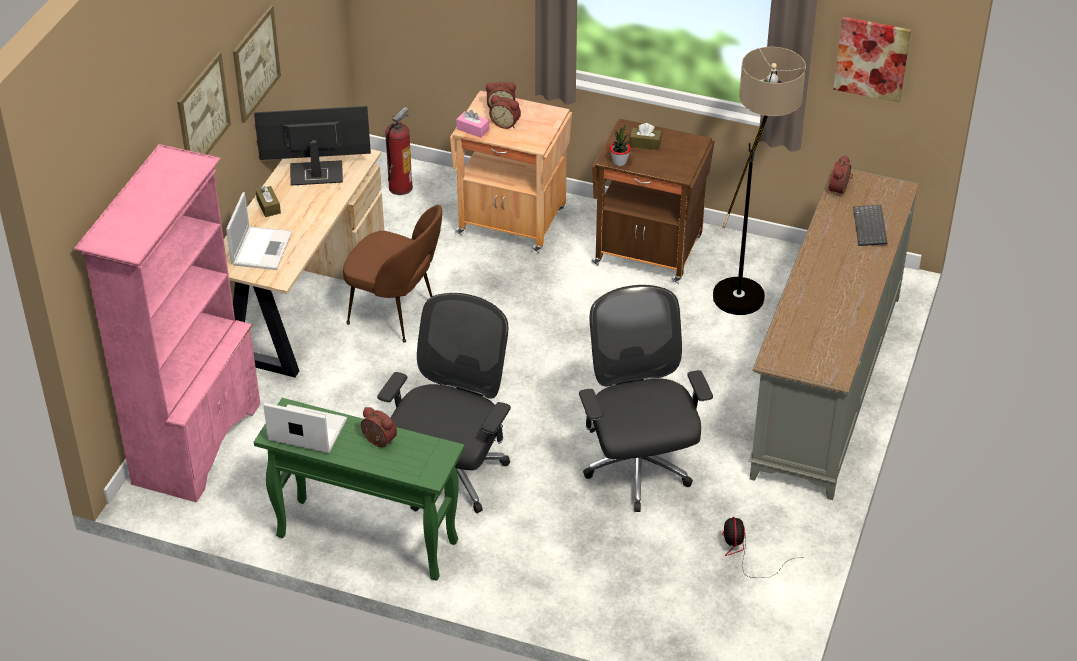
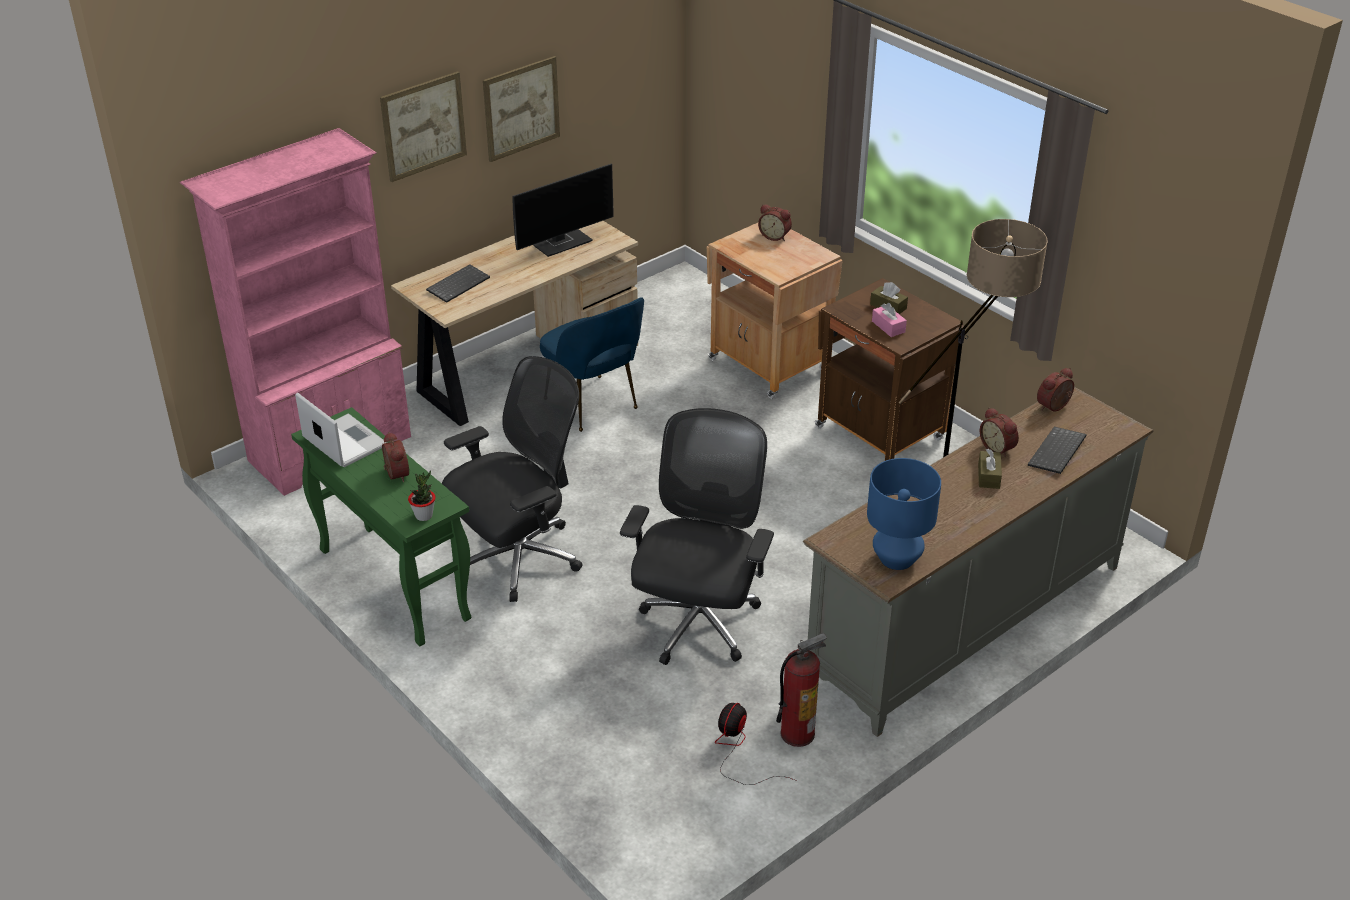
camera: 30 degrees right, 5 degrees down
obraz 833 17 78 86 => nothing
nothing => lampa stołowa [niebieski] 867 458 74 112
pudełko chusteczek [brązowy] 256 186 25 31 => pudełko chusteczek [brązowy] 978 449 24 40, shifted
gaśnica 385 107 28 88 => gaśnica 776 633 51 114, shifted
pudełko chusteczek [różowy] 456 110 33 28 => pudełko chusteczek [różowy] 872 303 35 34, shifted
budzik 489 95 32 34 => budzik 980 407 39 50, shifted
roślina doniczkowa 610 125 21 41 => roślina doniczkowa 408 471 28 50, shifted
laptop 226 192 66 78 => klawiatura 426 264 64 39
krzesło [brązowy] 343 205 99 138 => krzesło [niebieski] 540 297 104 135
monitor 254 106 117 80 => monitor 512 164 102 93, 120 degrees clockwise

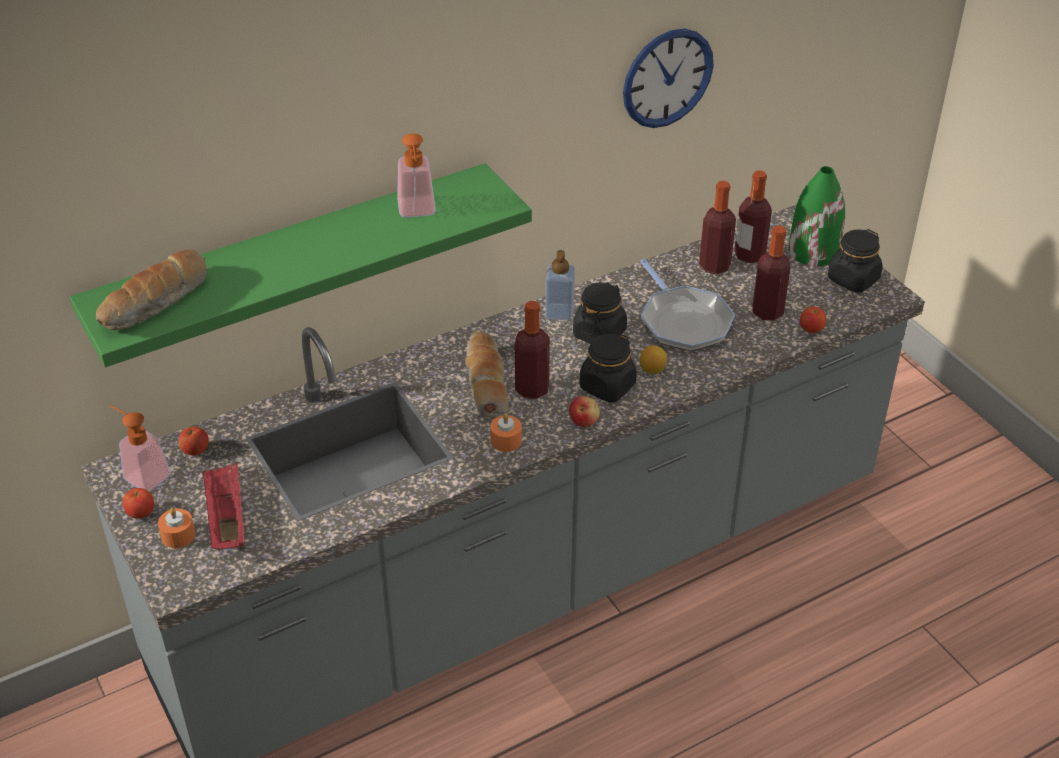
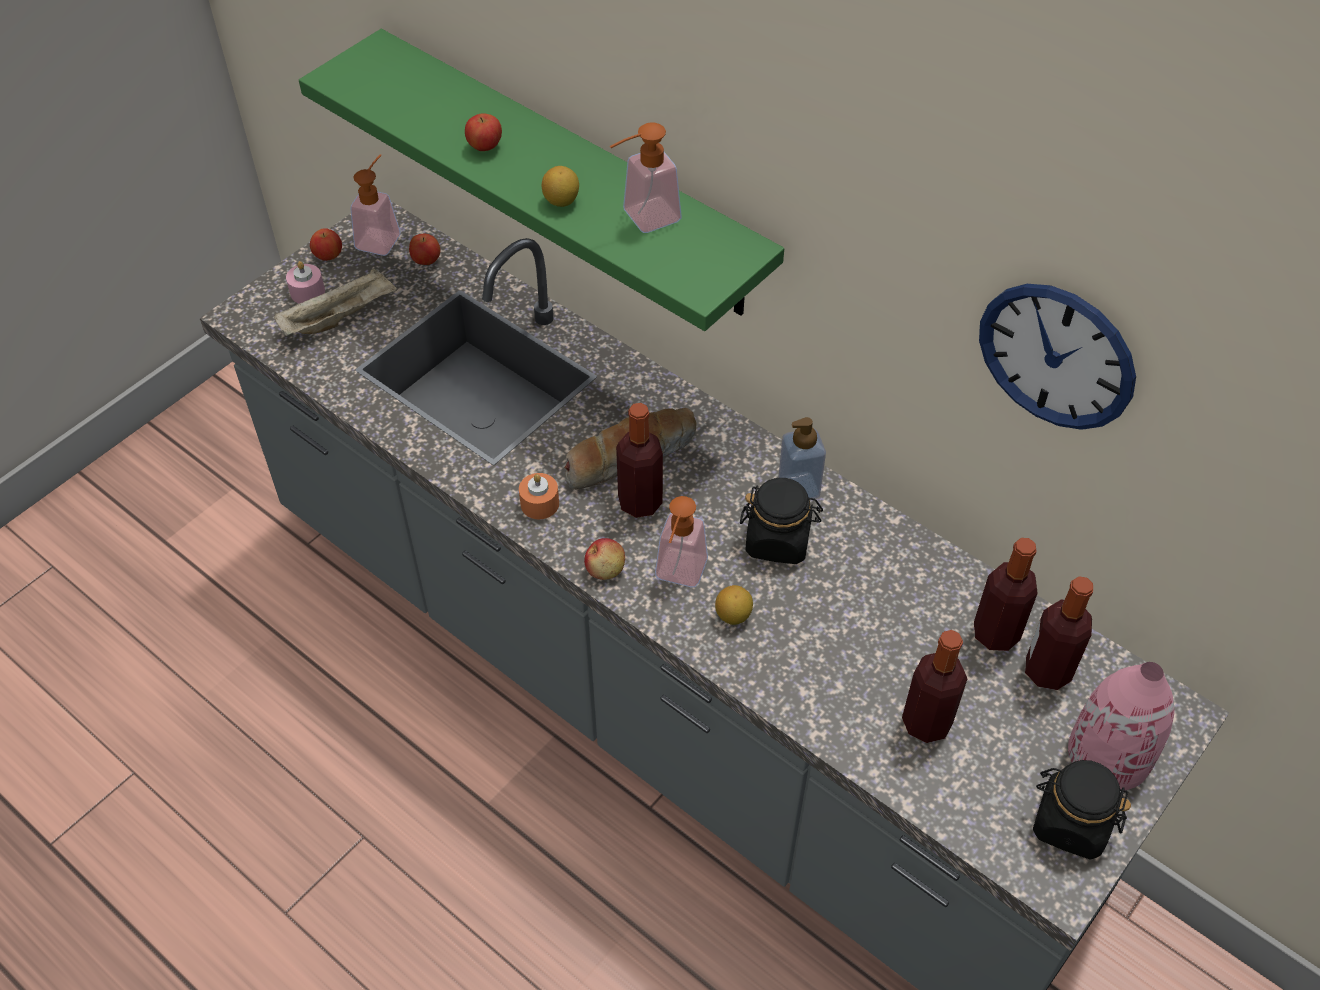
camera: 70 degrees right, 10 degrees up
chleb 96 249 111 81 => nothing
patelnia 640 259 95 92 => nothing
nothing => cytryna 542 166 37 41
jabłko 800 306 27 27 => jabłko 465 113 37 38, shifted
słoik [czarny] 580 332 57 71 => dozownik mydła 655 496 53 91
świeca [pomarańczowy] 158 508 37 40 => świeca [różowy] 286 261 39 43
taca [czerwony] 202 463 42 87 => taca [beżowy] 274 268 123 68
wazon [zielony] 789 166 56 100 => wazon [różowy] 1068 662 107 128

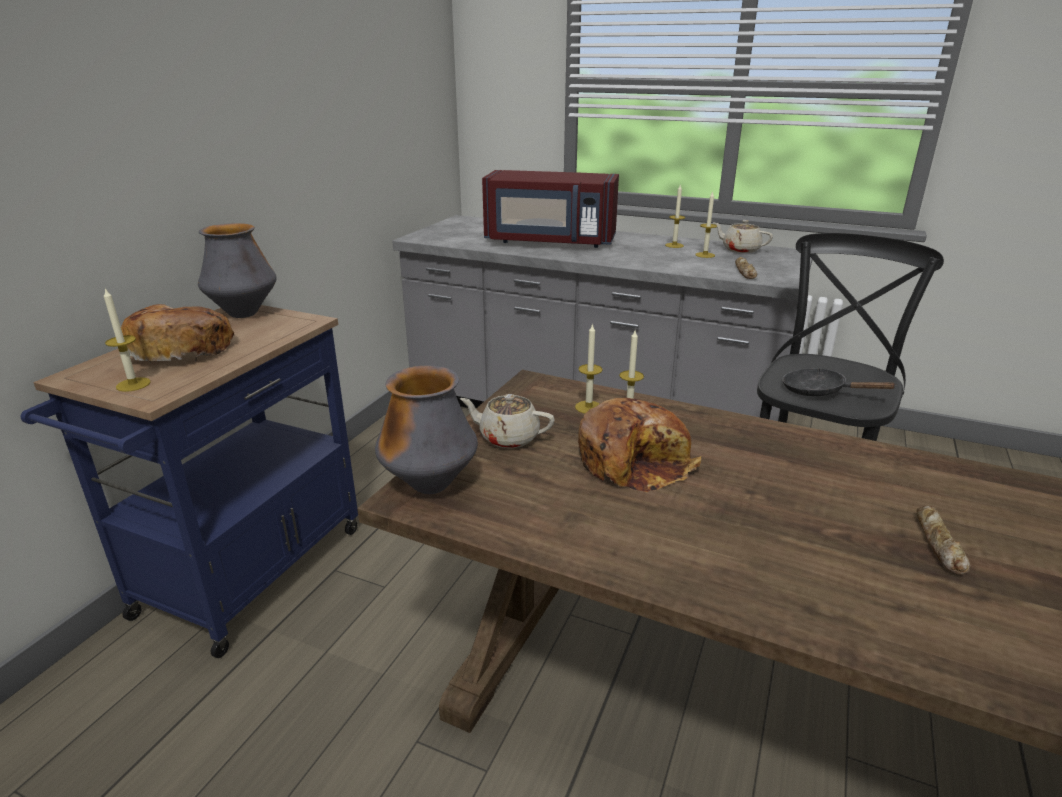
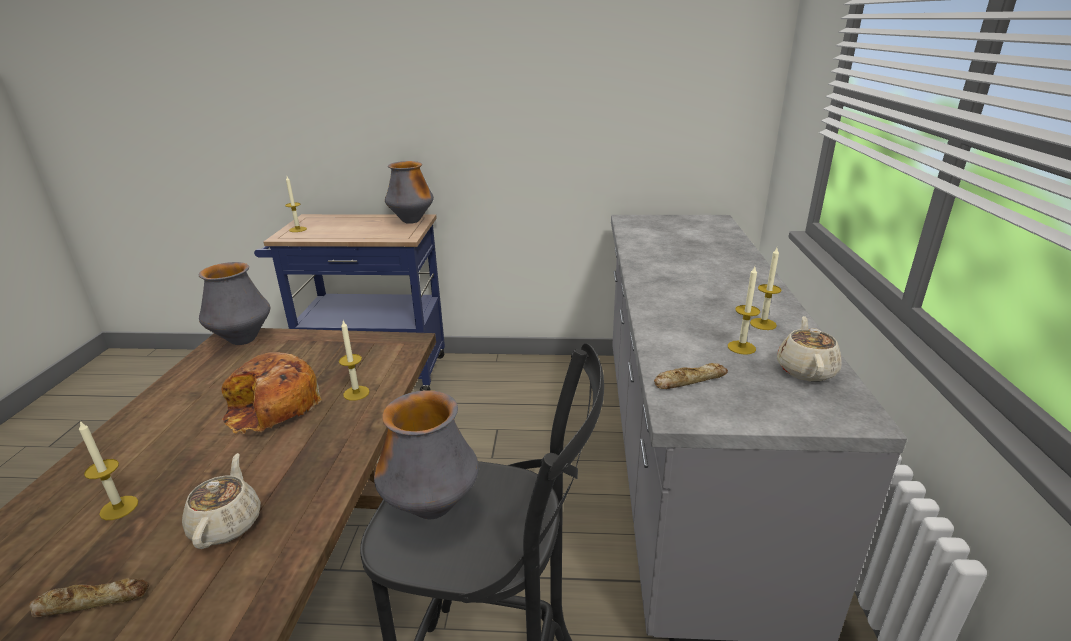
camera: 70 degrees right, 0 degrees up
chleb 121 304 113 60 => nothing
mikrofalówka [czerwony] 482 170 137 78 => nothing
imbryk [beżowy] 460 394 95 54 => imbryk [beżowy] 182 453 79 96, shifted
świeca 575 323 28 91 => świeca 79 421 59 99, shifted
patelnia [czarny] 782 368 115 28 => wazon 374 390 105 129

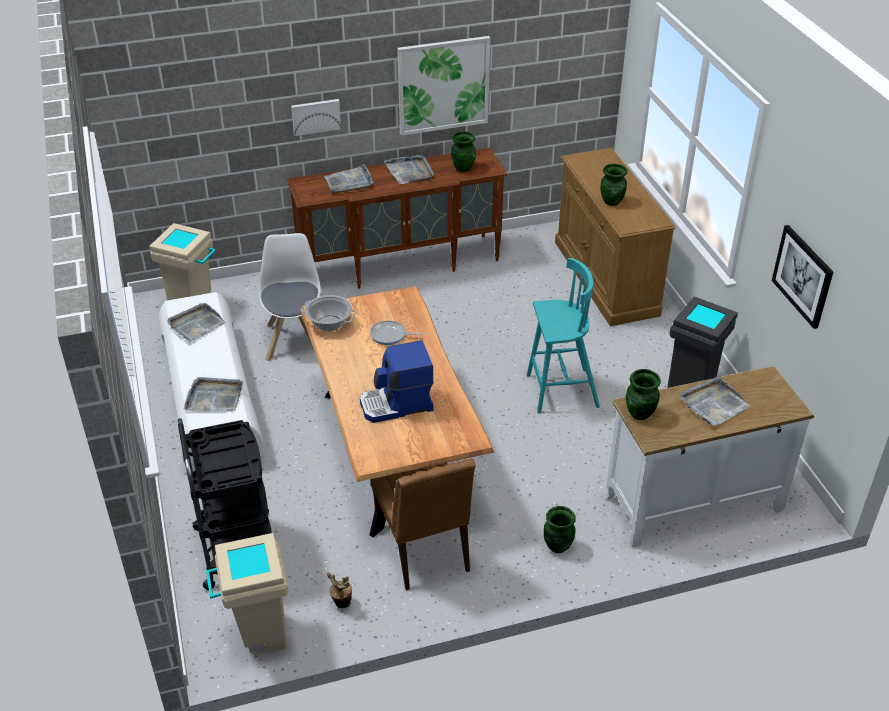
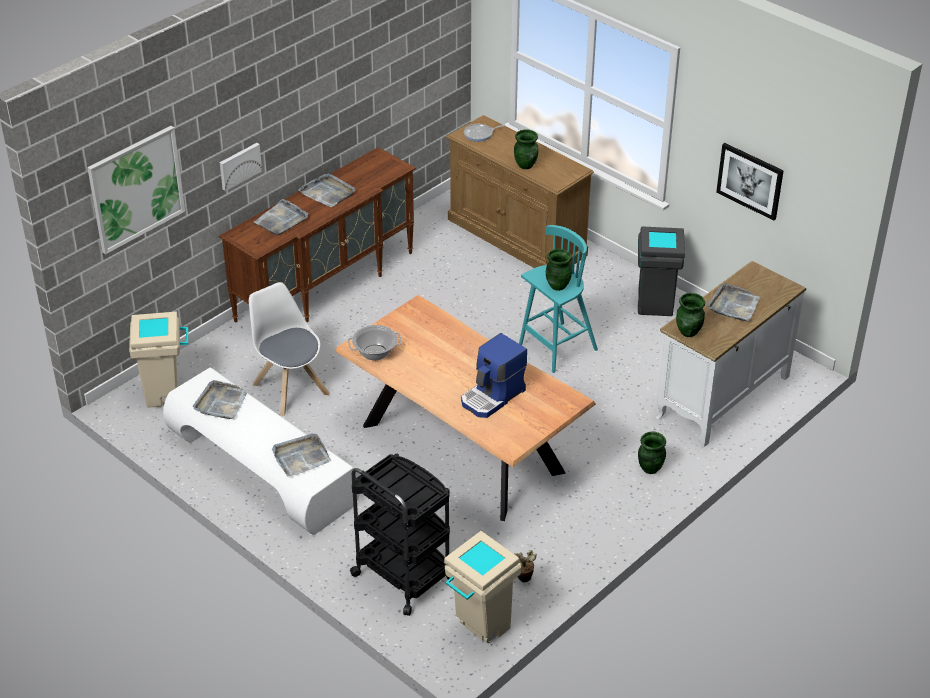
camera: 30 degrees left, 0 degrees up
krzesło [brązowy] 370 458 106 132 => nothing
patelnia 370 320 53 25 => patelnia 464 124 42 18, shifted
obraz 397 36 93 100 => obraz 87 126 98 128, shifted
wazon [zielony] 451 131 25 41 => wazon [zielony] 546 249 26 42, shifted

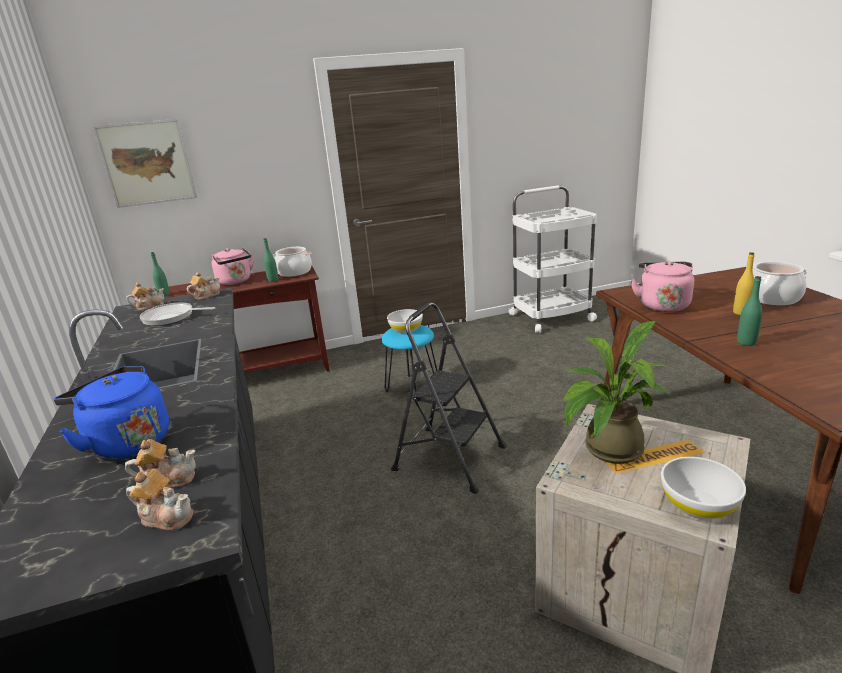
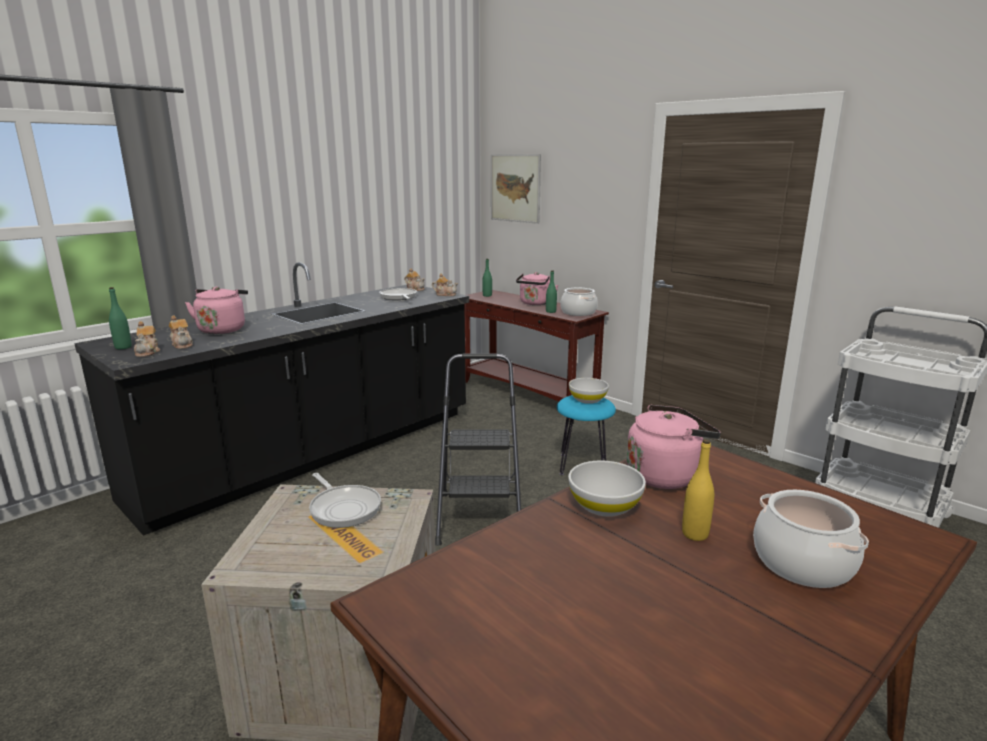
camera: 60 degrees right, 5 degrees down
miska [biały] 661 457 85 63 => miska [biały] 568 461 78 56, shifted
butelka [zielony] 737 276 25 70 => butelka [zielony] 109 287 23 62, shifted
roślina doniczkowa 560 321 111 143 => patelnia 309 473 72 55
czajnik [niebieski] 54 366 115 94 => czajnik [różowy] 185 287 63 47

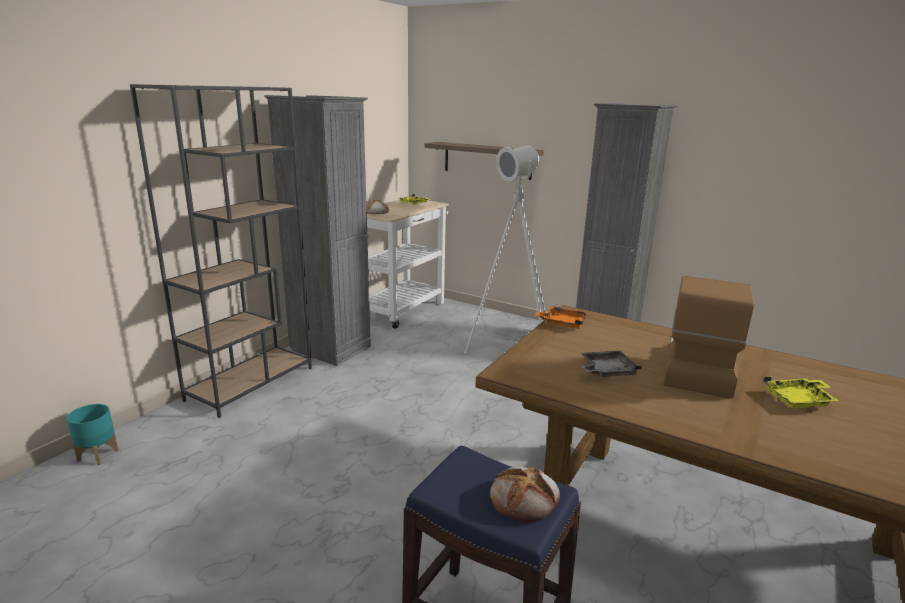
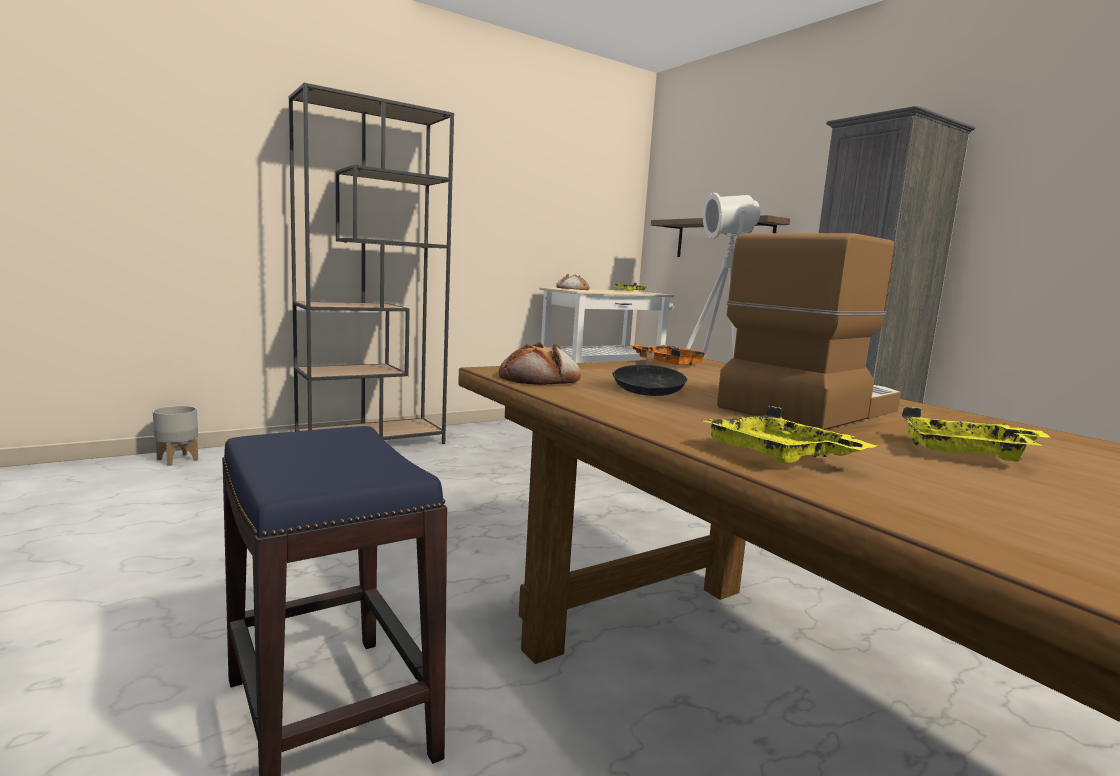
camera: 25 degrees right, 10 degrees down
szafka [szary] 264 95 107 271 => nothing
nothing => taca [żółty] 701 406 176 58
chleb 490 467 70 55 => chleb 499 342 82 43, shifted
taca [szary] 580 351 62 26 => patelnia [czarny] 612 351 76 45
donica [turkusowy] 66 404 53 61 => donica [szary] 153 406 45 60

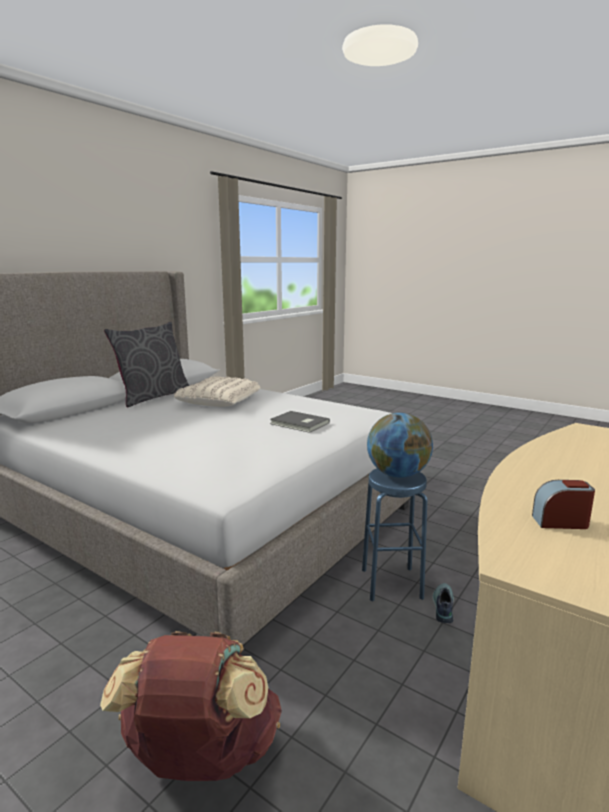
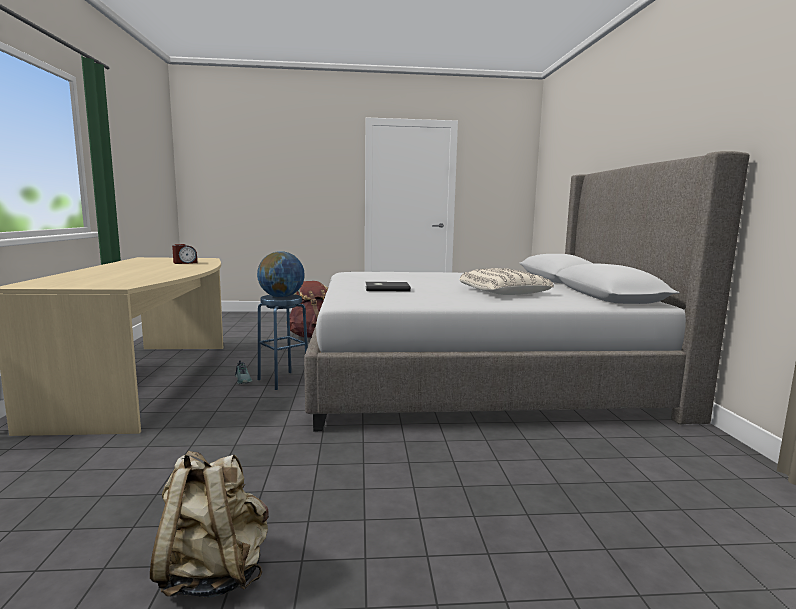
camera: 140 degrees right, 5 degrees down
poduszka [szary] 104 322 85 85 => nothing
nothing => plecak [beżowy] 150 451 119 146

